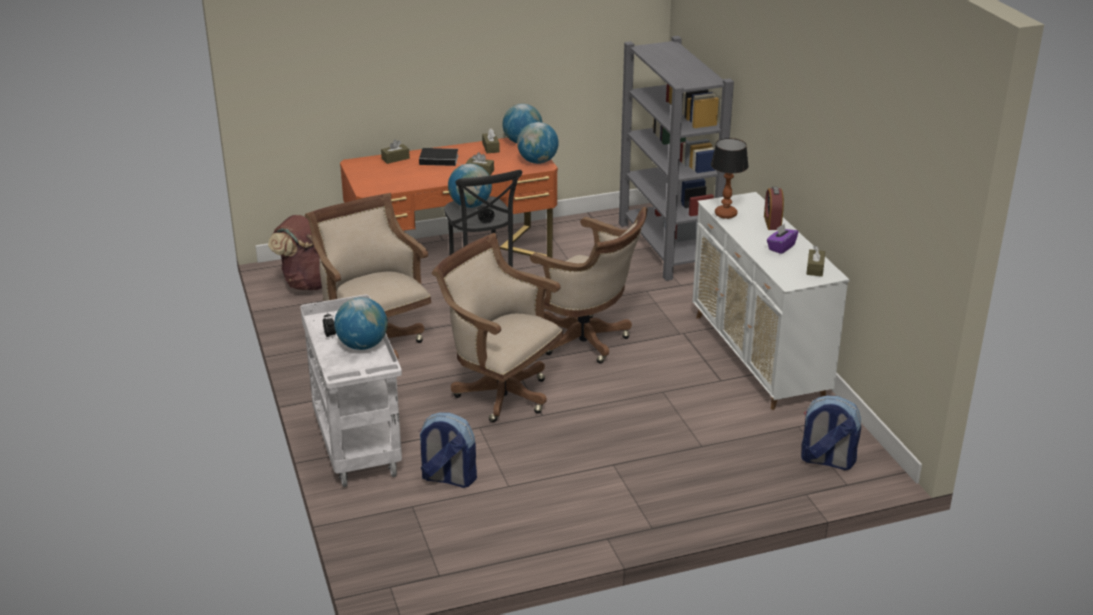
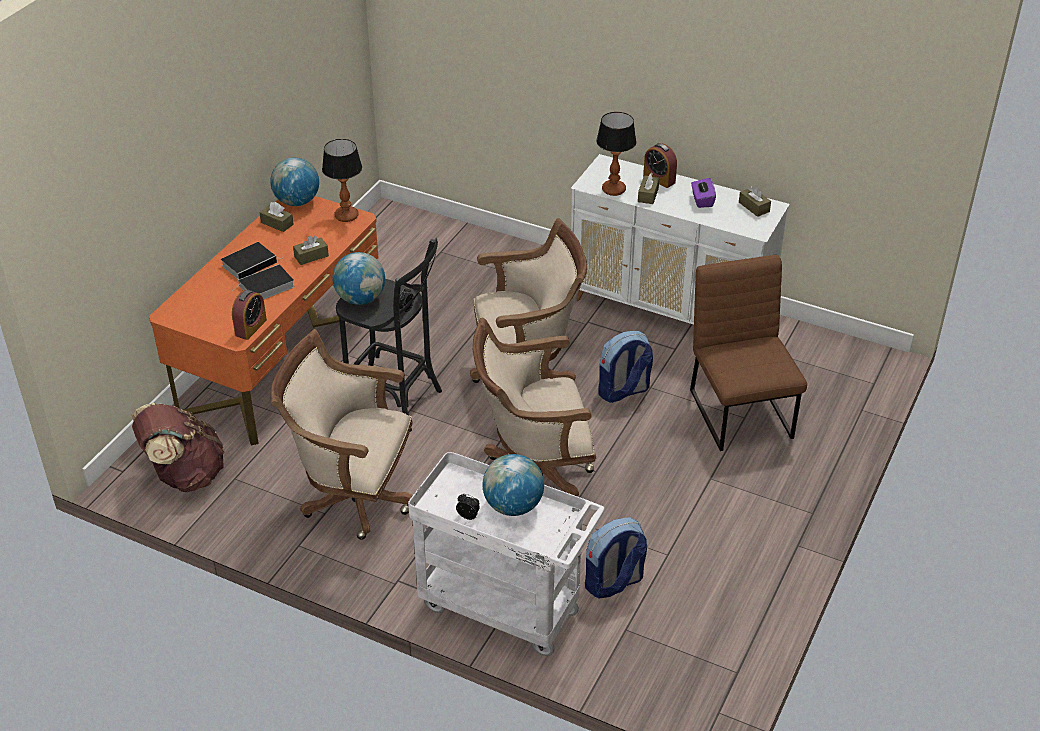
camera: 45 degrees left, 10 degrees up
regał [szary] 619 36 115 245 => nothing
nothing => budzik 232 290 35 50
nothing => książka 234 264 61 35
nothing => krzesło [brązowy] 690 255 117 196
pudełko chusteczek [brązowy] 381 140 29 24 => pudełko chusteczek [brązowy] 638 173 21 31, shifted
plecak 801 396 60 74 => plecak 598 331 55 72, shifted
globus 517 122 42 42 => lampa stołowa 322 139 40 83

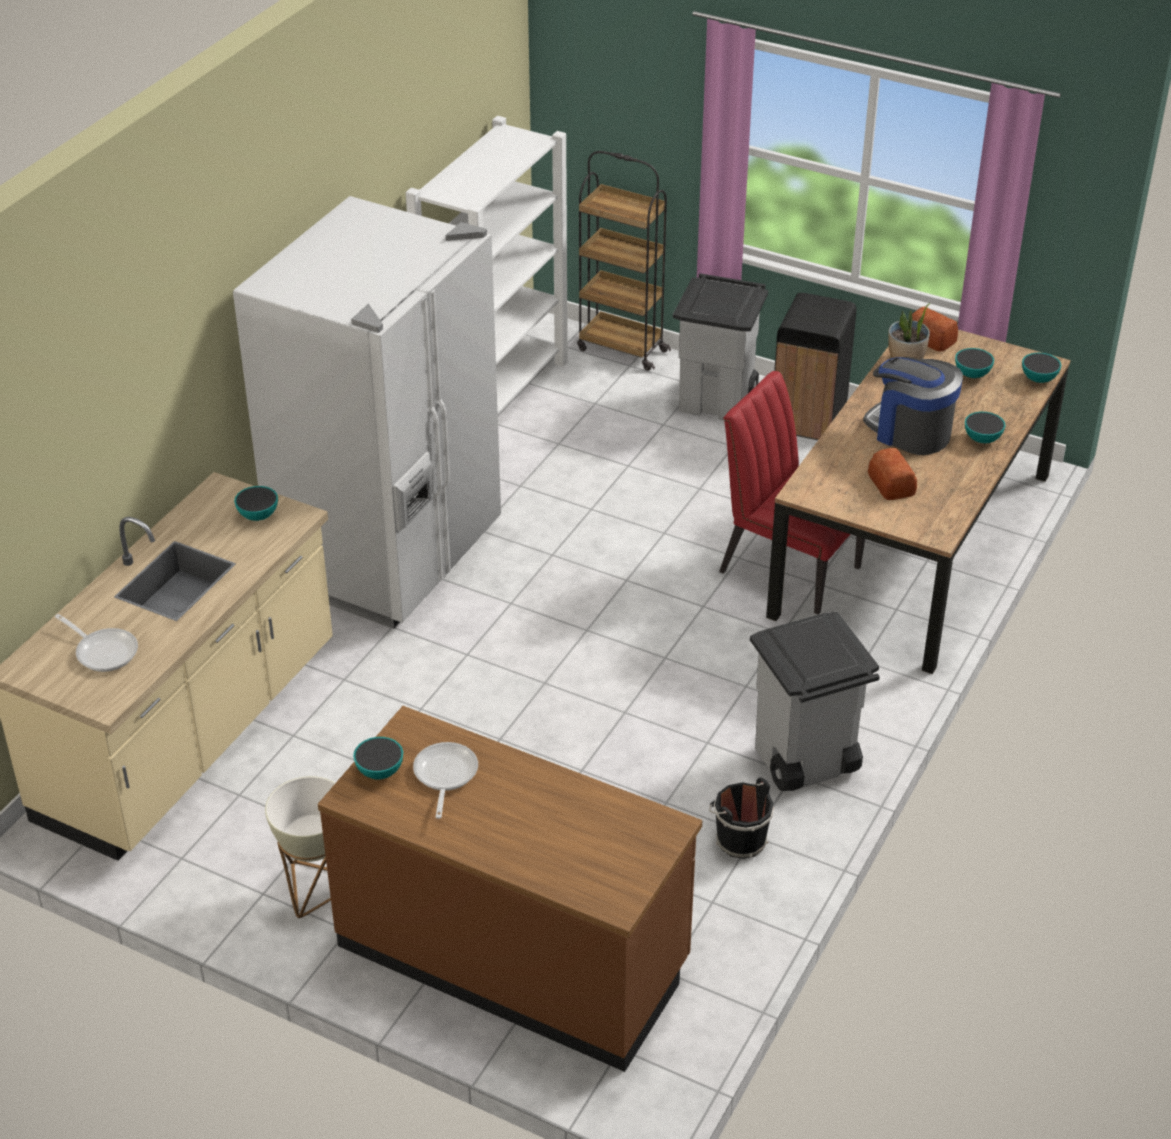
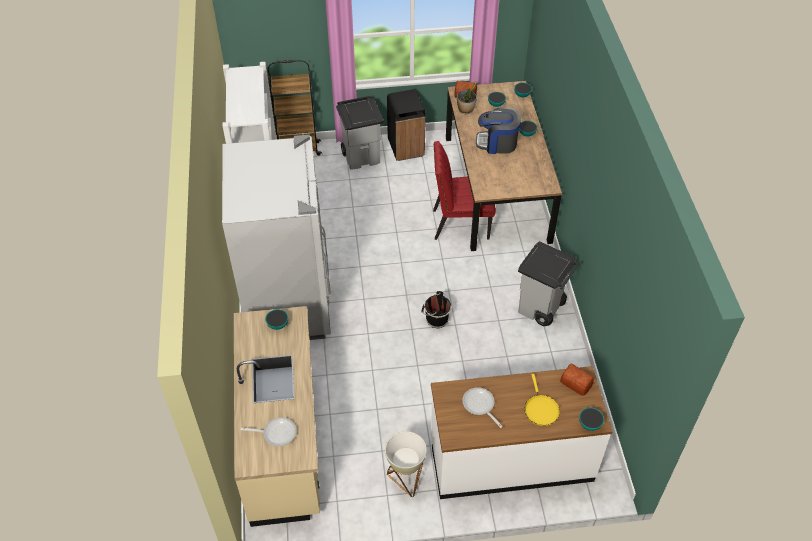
camera: 35 degrees left, 10 degrees up
nothing => patelnia [żółty] 524 374 36 52
miska 353 737 50 42 => miska 579 407 25 24, shifted
wiadro [czarny] 709 778 65 81 => wiadro [czarny] 422 291 29 37, shifted
chleb 868 448 49 52 => chleb 560 364 34 32, shifted
zabudowa kuchenna [brązowy] 318 706 384 366 => zabudowa kuchenna [biały] 430 366 183 133

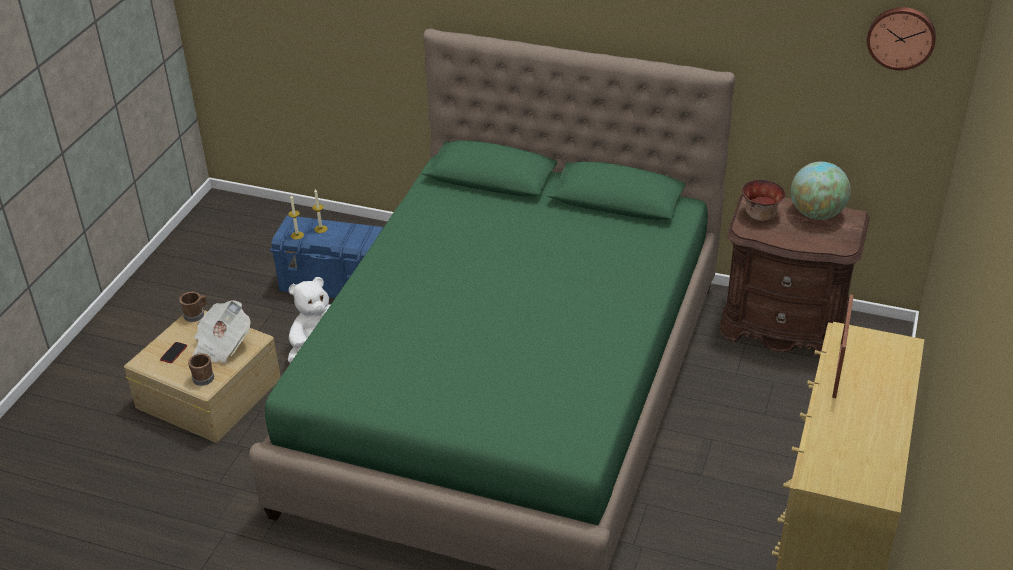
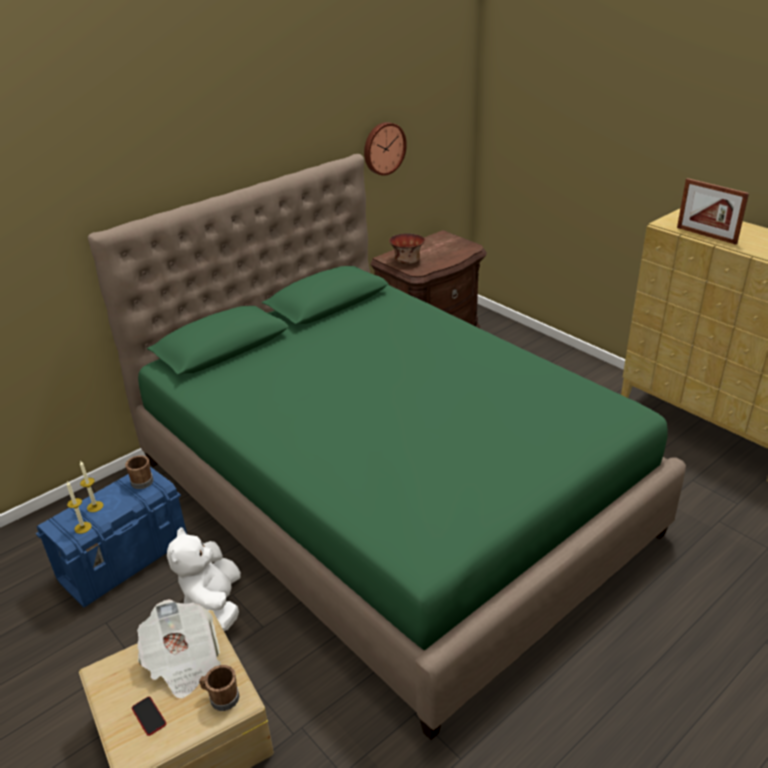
camera: 60 degrees left, 5 degrees down
globus 791 162 60 58 => nothing
kubek [brązowy] 179 292 28 30 => kubek [brązowy] 125 455 29 34, shifted
zegar ścienny 867 7 69 63 => zegar ścienny 364 122 43 54, shifted

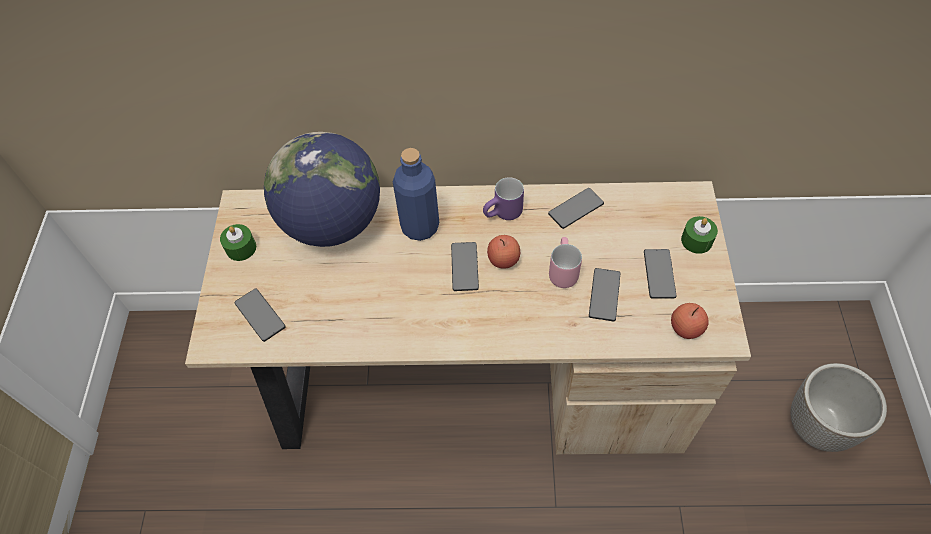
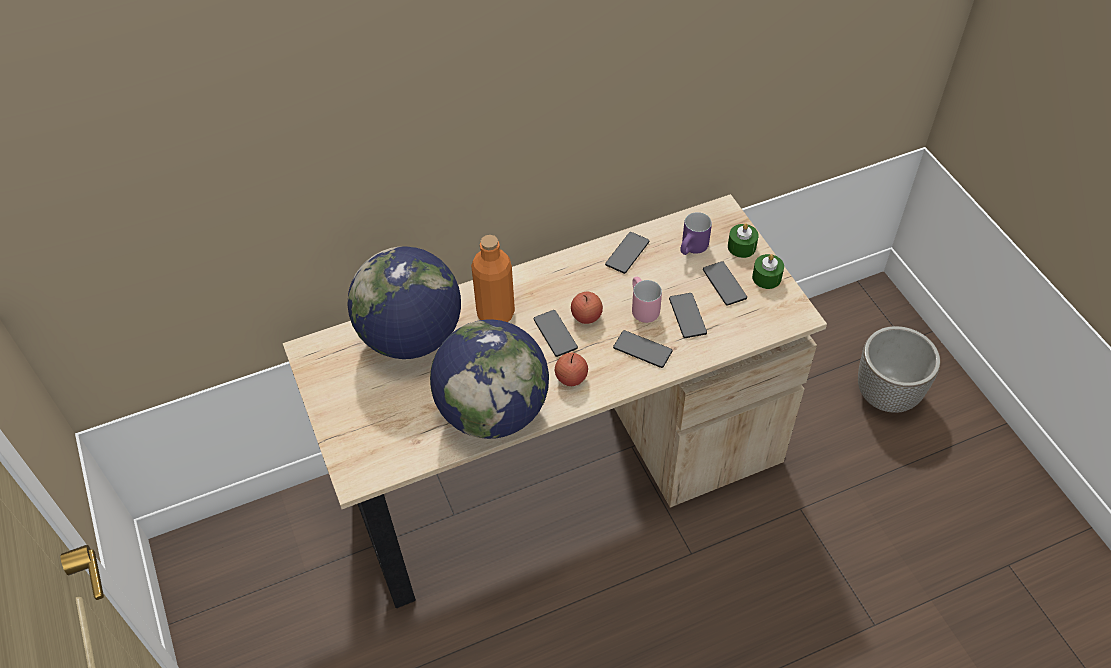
camera: 25 degrees left, 5 degrees down
nothing => globus 430 320 119 119
świeca [zielony] 220 224 36 37 => świeca [zielony] 752 254 32 35, shifted
telefon 235 289 51 53 => telefon 613 330 60 38, shifted
kubek [fioletowy] 483 177 41 43 => kubek [fioletowy] 680 212 32 43, shifted
jabłko 671 303 38 36 => jabłko 555 353 33 33, shifted
butelka [niebieski] 393 148 46 93 => butelka [pomarańczowy] 471 235 44 87

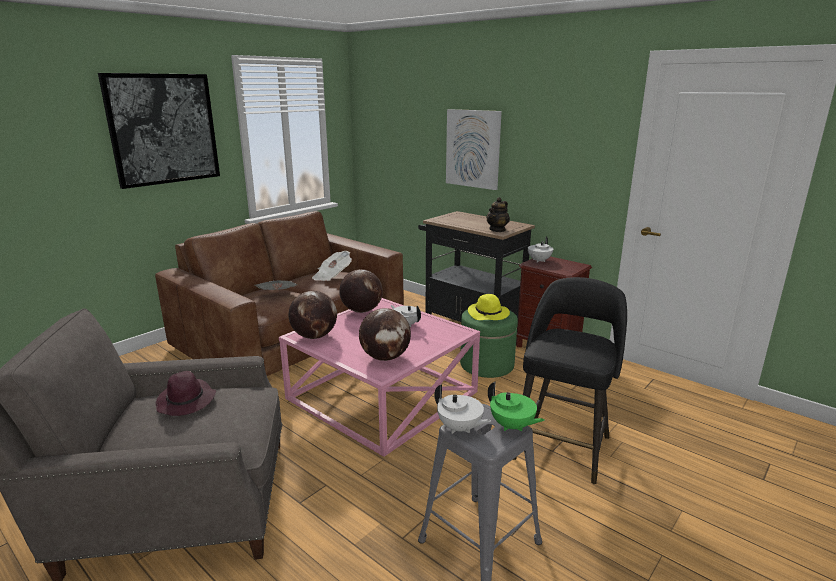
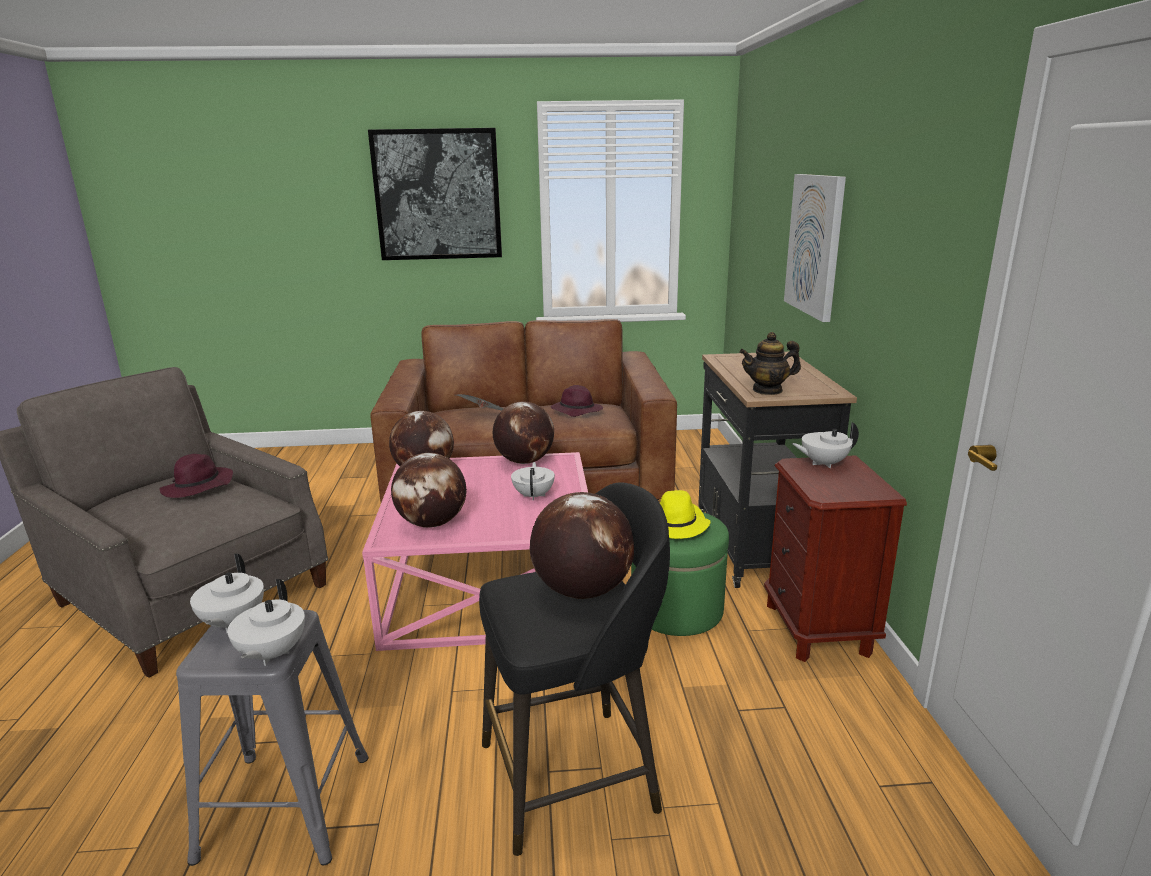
camera: 45 degrees right, 0 degrees up
nothing => globus 530 492 104 107
gazeta 312 251 40 30 => kapelusz [fioletowy] 550 385 53 32
imbryk [zielony] 488 382 57 49 => imbryk [biały] 227 579 78 87

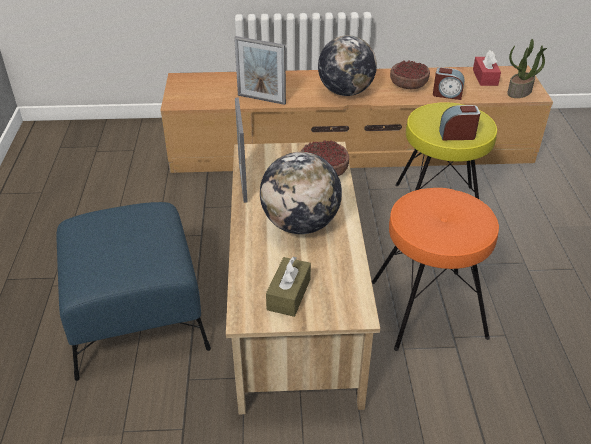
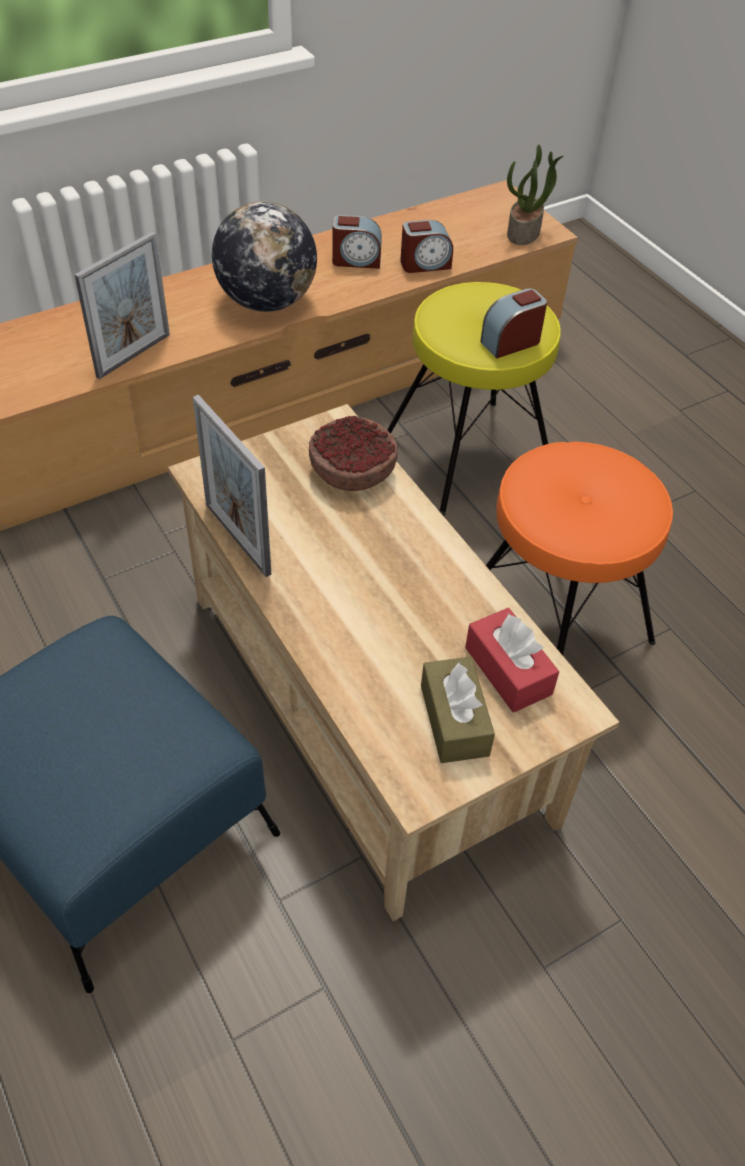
camera: 30 degrees left, 10 degrees up
globus 260 152 82 82 => nothing
pudełko chusteczek [czerwony] 473 50 28 36 => pudełko chusteczek [czerwony] 465 608 94 104, shifted
miska 390 60 40 29 => budzik 332 215 50 54
ramka na zdjęcie 234 36 52 69 => ramka na zdjęcie 74 232 96 147, 45 degrees counterclockwise

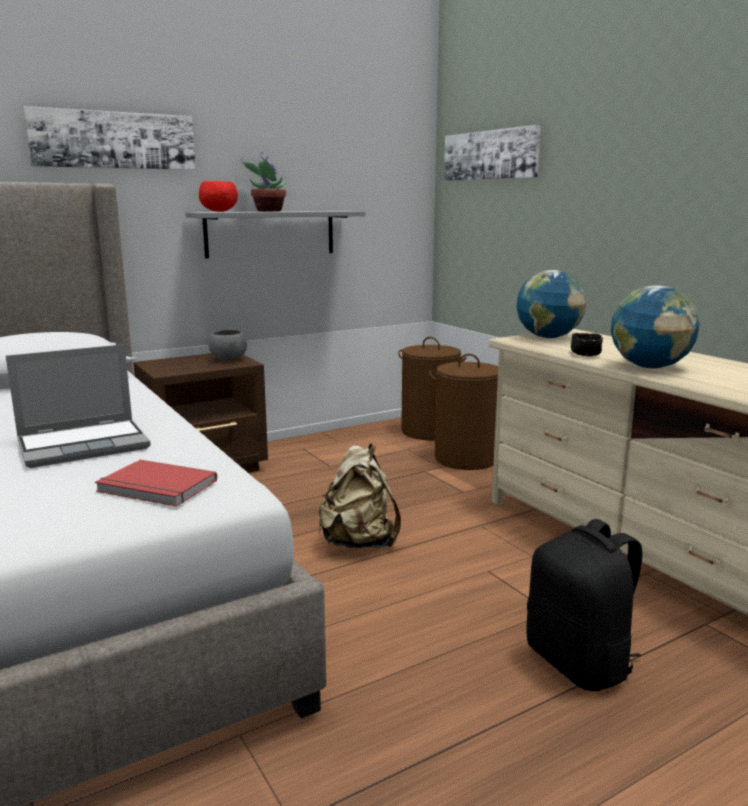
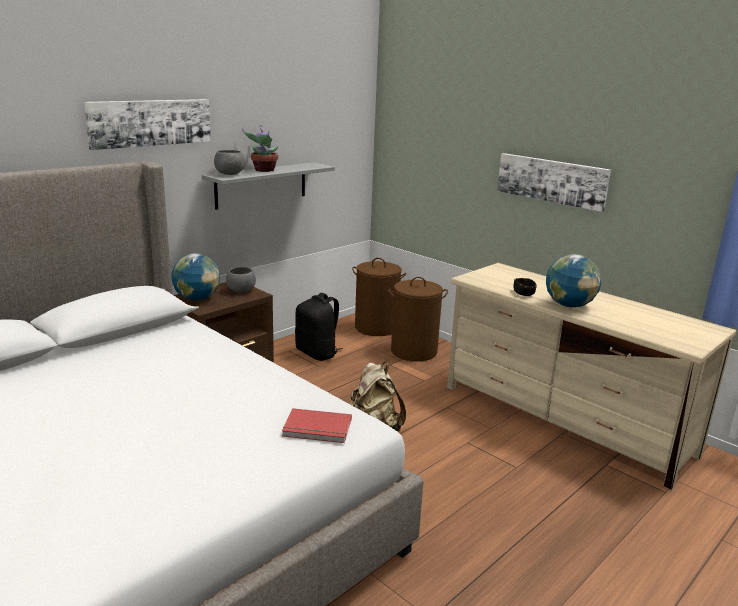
camera: 15 degrees left, 5 degrees up
laptop 6 344 145 124 => nothing
obraz 444 125 97 56 => obraz 497 153 114 59, shifted
globus 517 270 69 68 => globus 171 253 49 48, shifted
plecak [czarny] 526 519 116 172 => plecak [czarny] 295 293 48 68, shifted
miska [czerwony] 199 181 39 31 => miska [szary] 214 150 31 25

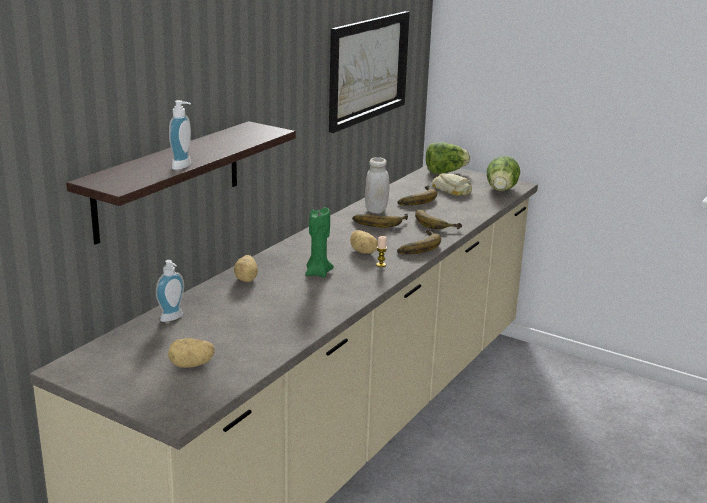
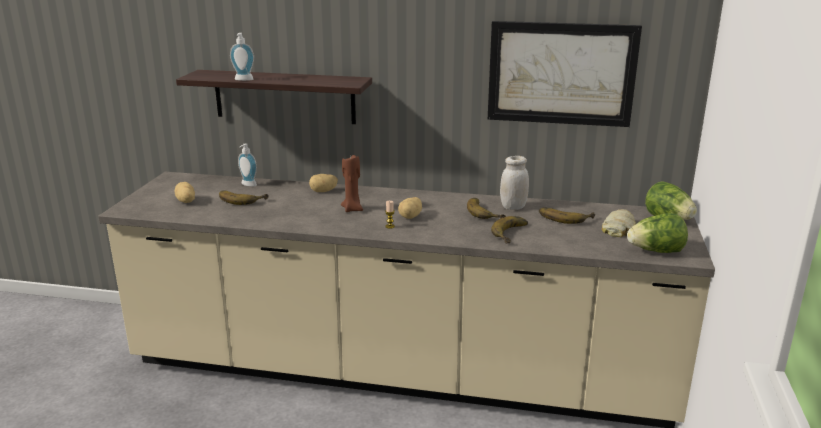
camera: 70 degrees right, 0 degrees up
banan 397 229 44 25 => banan 219 190 50 15, shifted
świeca [zielony] 305 207 29 70 => świeca [brązowy] 341 155 22 57

